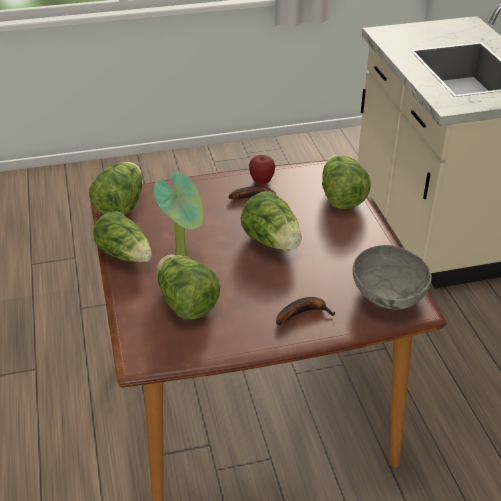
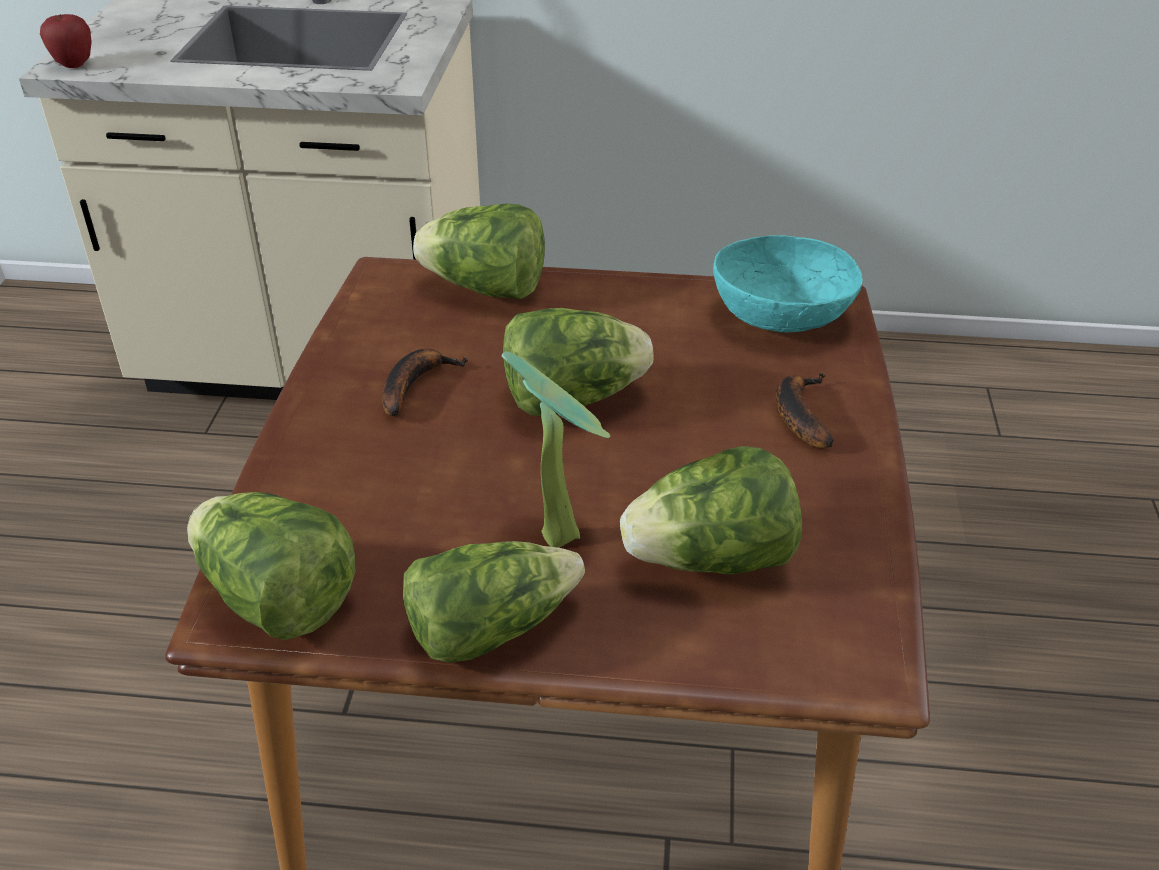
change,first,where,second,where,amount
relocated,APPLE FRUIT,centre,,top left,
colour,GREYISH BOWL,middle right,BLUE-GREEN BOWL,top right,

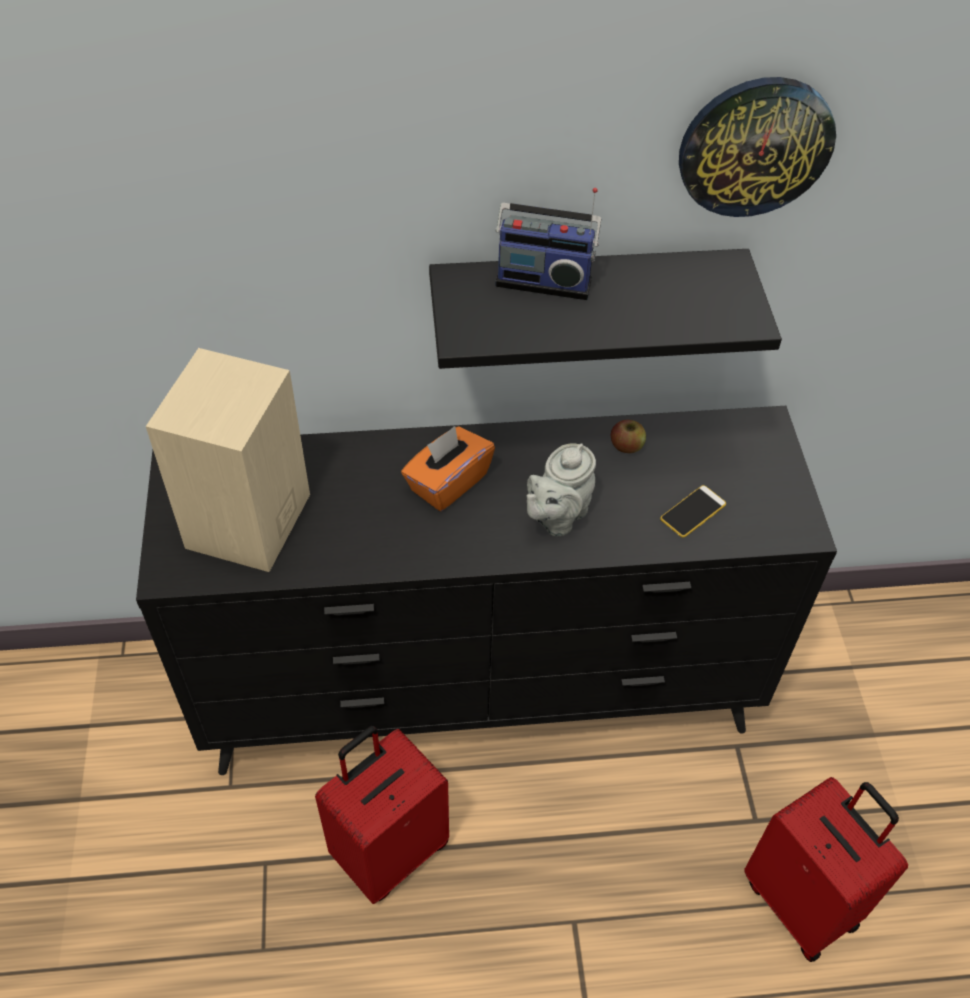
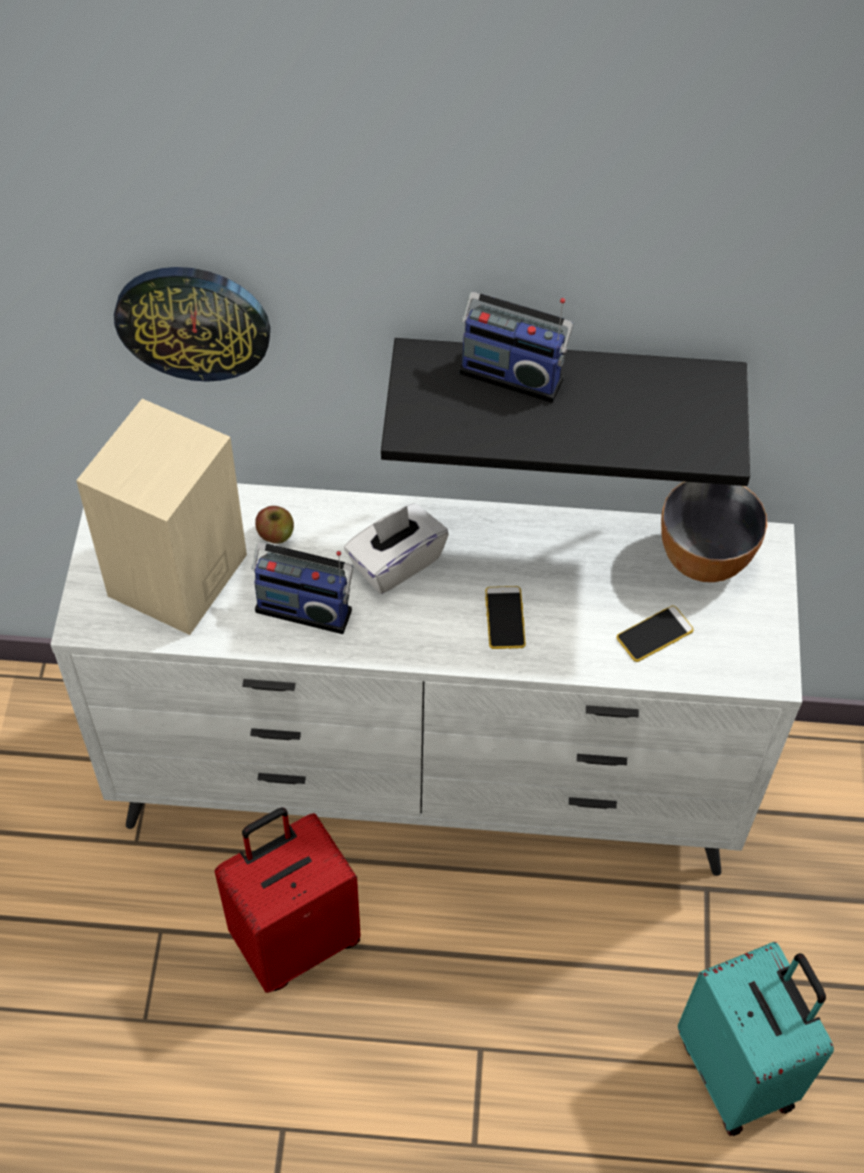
change,first,where,second,where,amount
colour,BLACK DRAWER CHEST,centre,WHITISH DRAWER CHEST,centre,
relocated,HANGING CLOCK,top right,,top left,
appeared,,,RADIO RECEIVER (no. 1 from left),centre,
relocated,APPLE FRUIT,centre,,middle left,
colour,ORANGEY TISSUE HOLDER,centre,WHITISH TISSUE HOLDER,centre,
exchanged,GREYISH TEAPOT,centre,PHONE (no. 1 from left),centre,
appeared,,,BOWL,middle right,
colour,REDDISH PIECE OF LUGGAGE (no. 2 from left),bottom right,BLUE-GREEN PIECE OF LUGGAGE,bottom right,

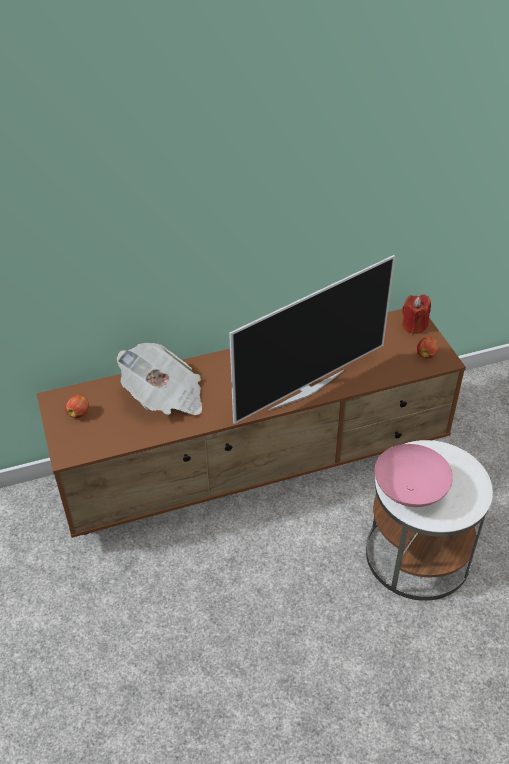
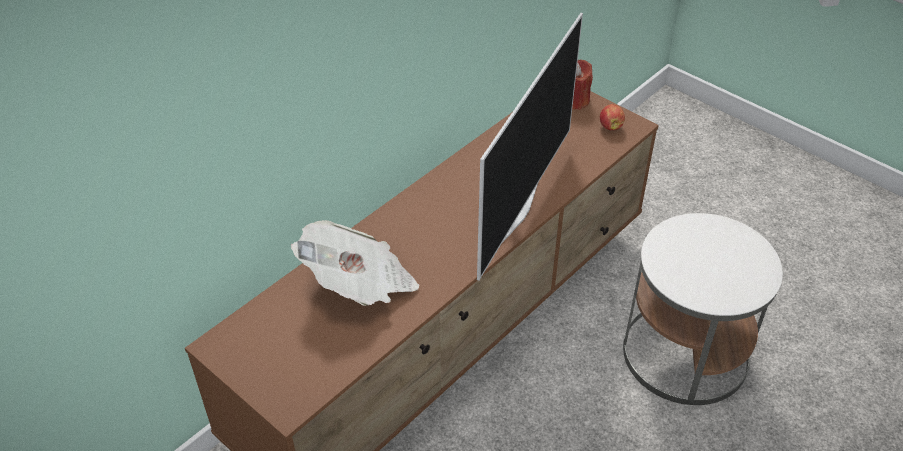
change,first,where,second,where,amount
missing,APPLE FRUIT (no. 1 from left),middle left,,,
missing,PINK BOWL,middle right,,,

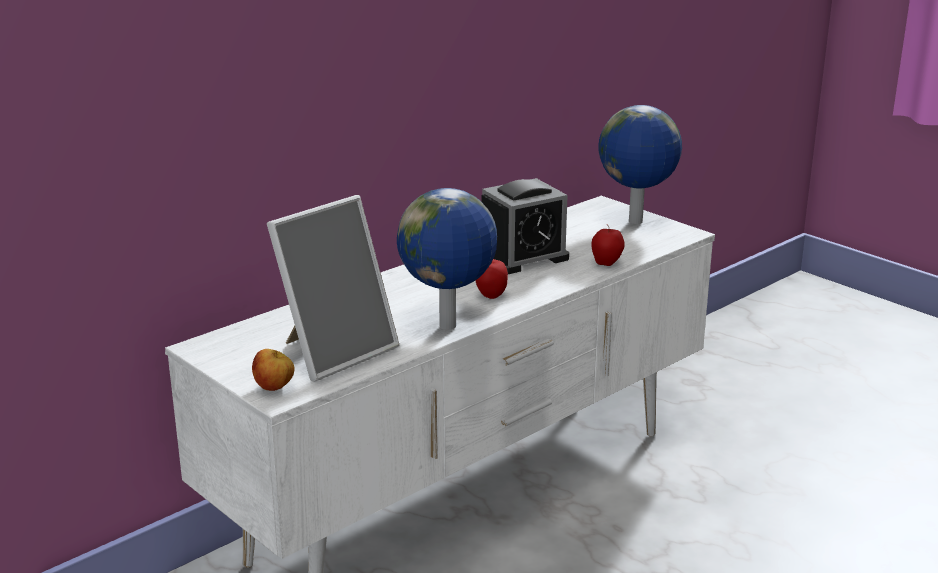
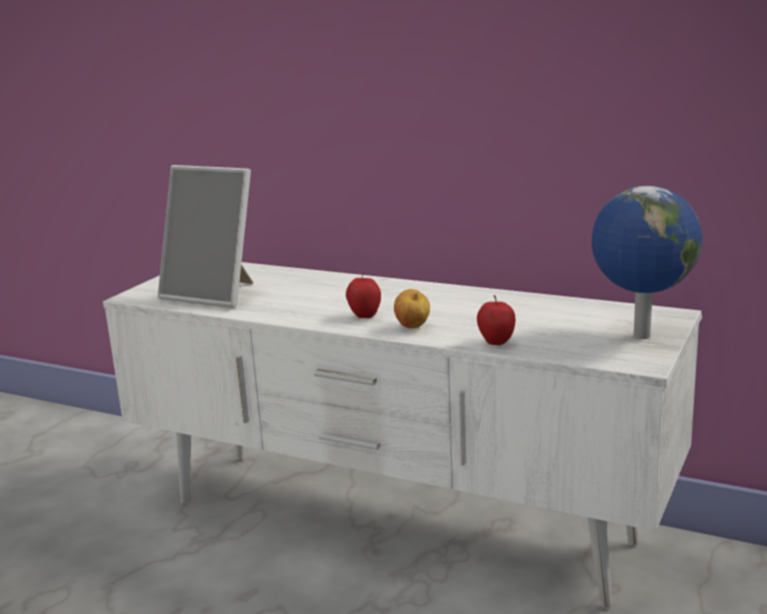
change,first,where,second,where,amount
relocated,APPLE FRUIT (no. 1 from left in the first image),middle left,APPLE FRUIT (no. 2 from left),centre,
missing,WORLD GLOBE (no. 1 from left),centre,,,
missing,ALARM CLOCK,centre,,,

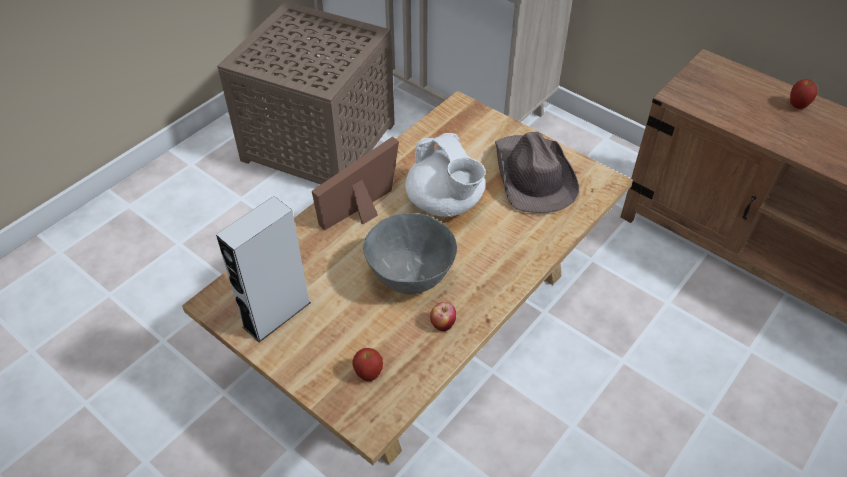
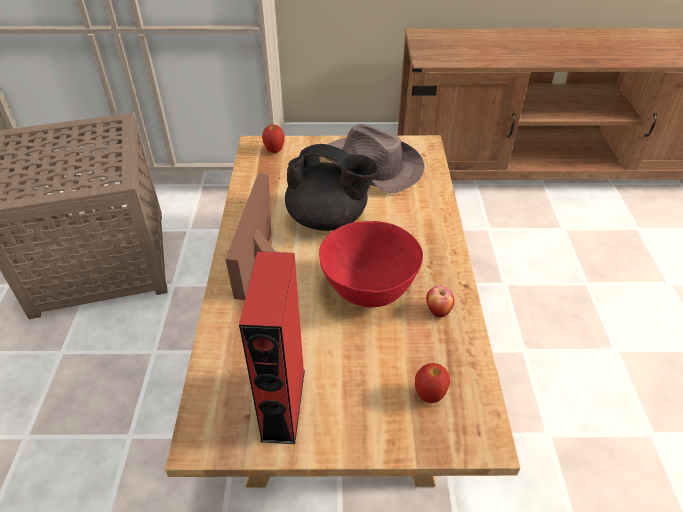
change,first,where,second,where,amount
colour,GREYISH LOUDSPEAKER,middle left,REDDISH LOUDSPEAKER,bottom centre,
relocated,APPLE FRUIT (no. 3 from left in the first image),top right,APPLE FRUIT (no. 1 from left),top centre,
colour,WHITISH TEAPOT,centre,BLACK TEAPOT,centre,
colour,GREYISH BOWL,centre,REDDISH BOWL,centre,

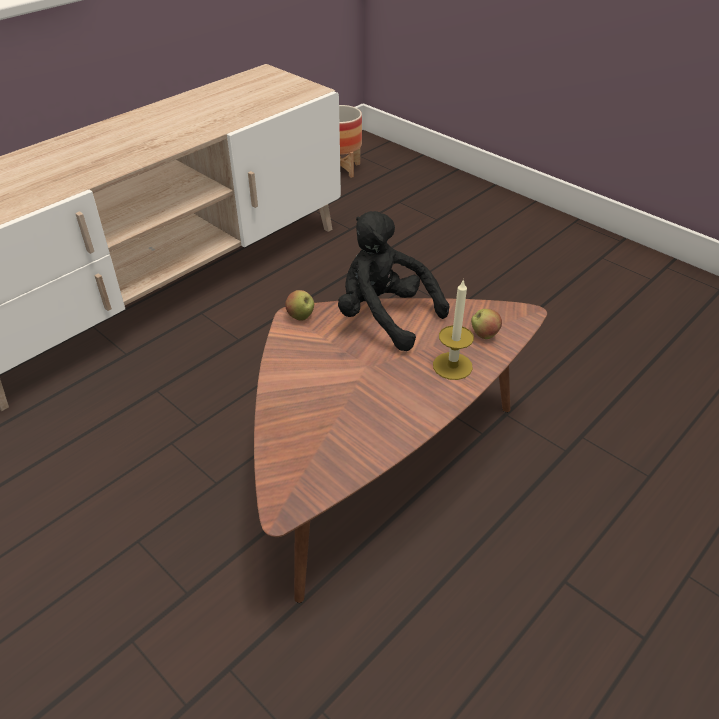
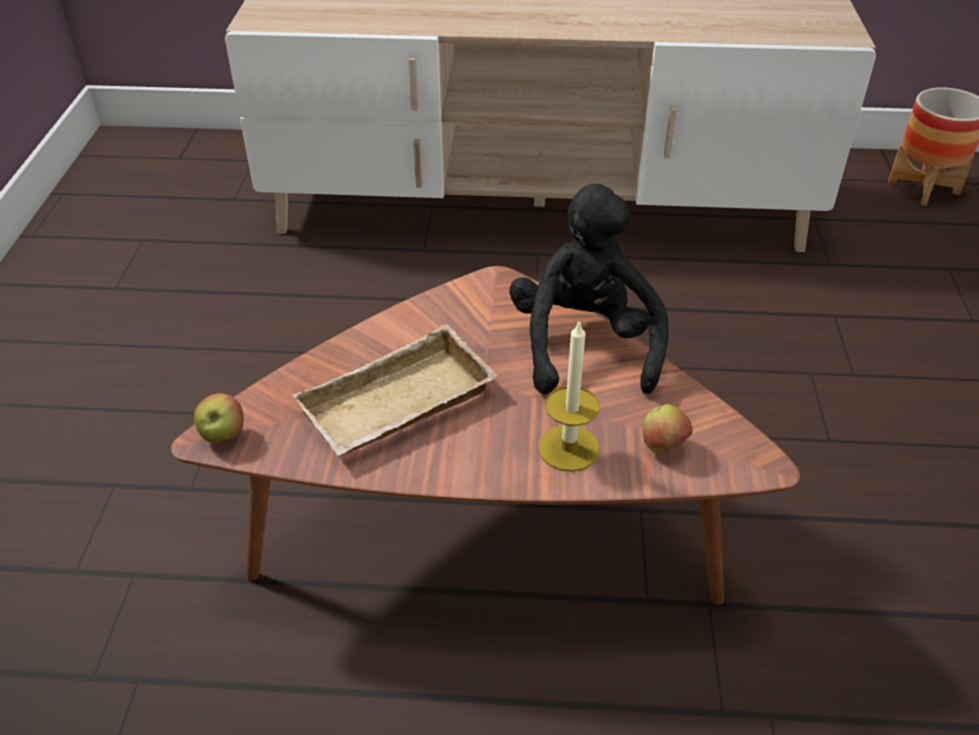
change,first,where,second,where,amount
relocated,APPLE FRUIT (no. 1 from left),centre,,middle left,
appeared,,,BEIGE TRAY,centre,

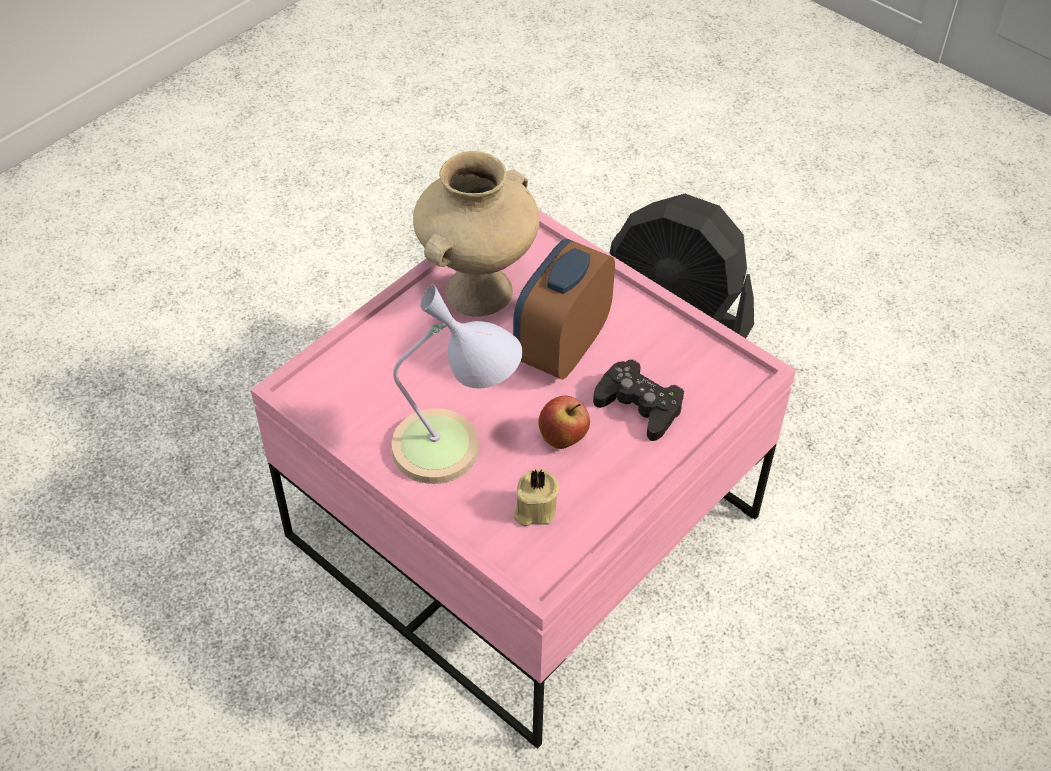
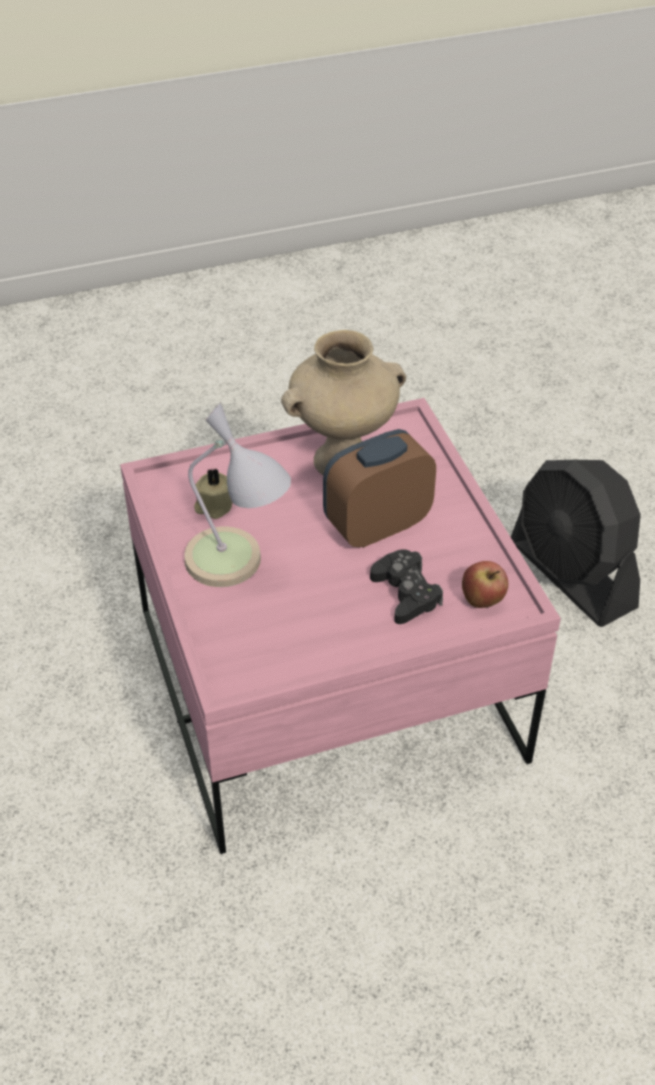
change,first,where,second,where,amount
relocated,BEIGE WAX LIGHT,centre,,middle left,
relocated,APPLE FRUIT,centre,,middle right,

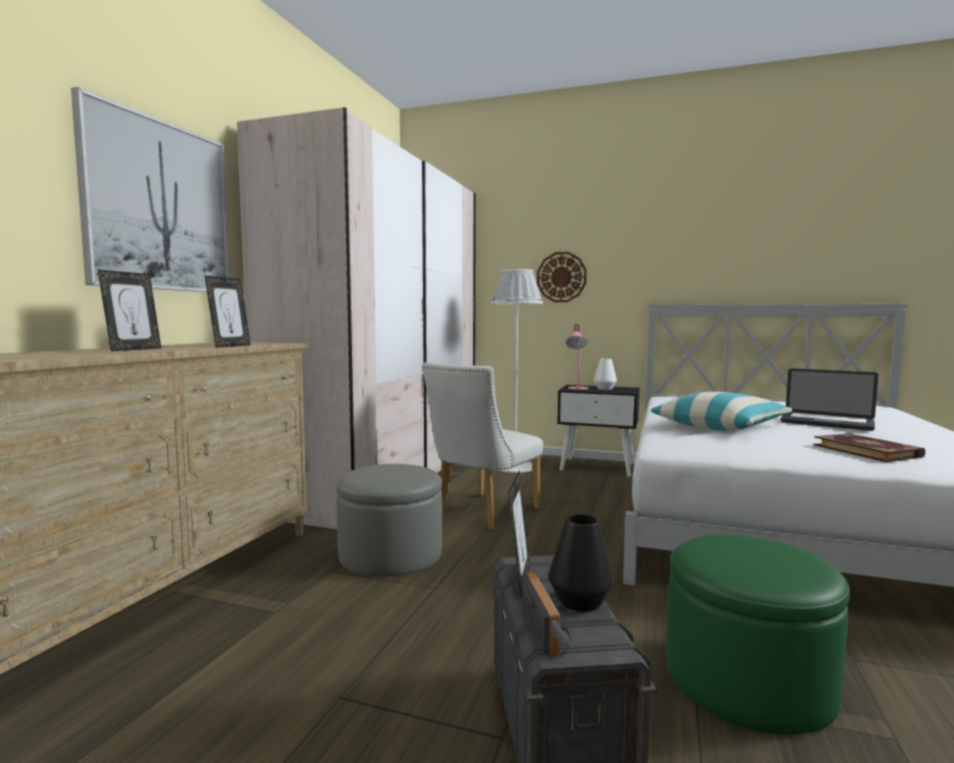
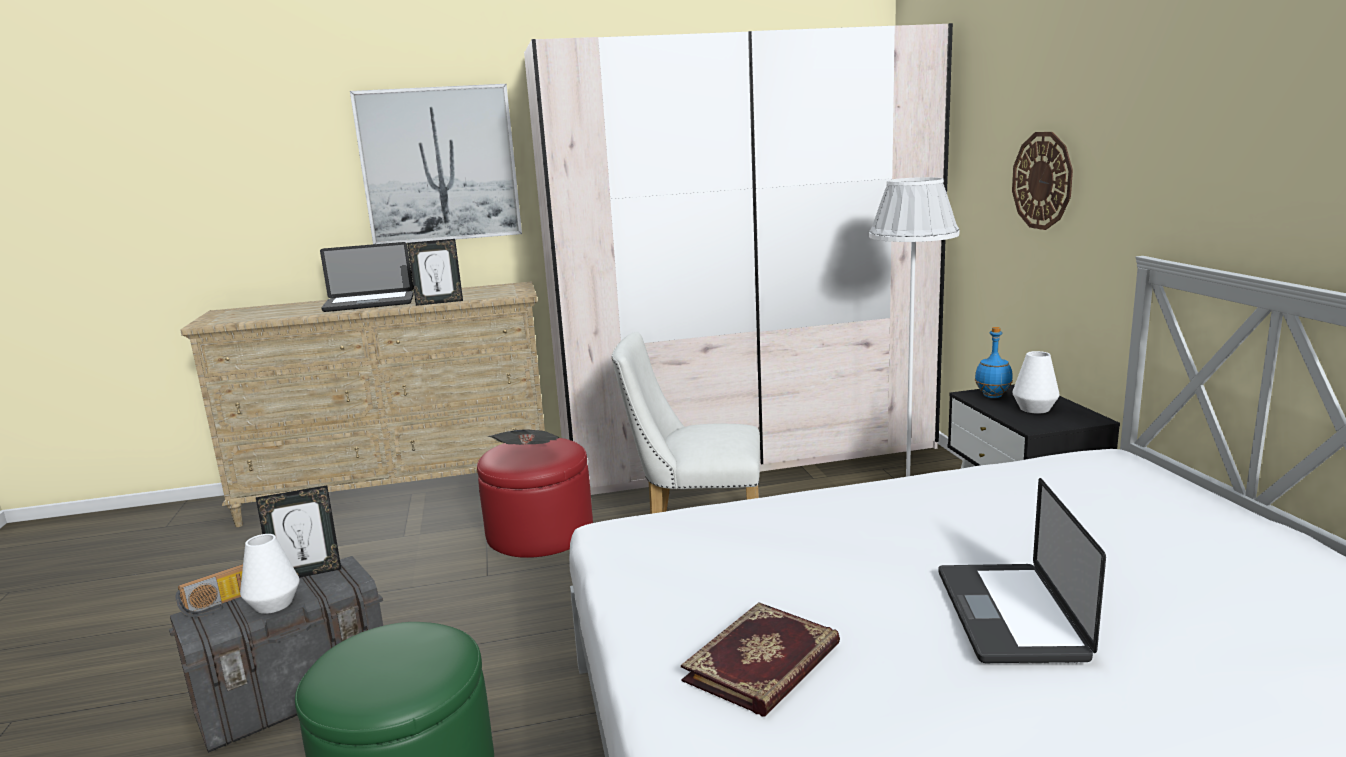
change,first,where,second,where,amount
colour,BLACK FLOWER VASE,bottom centre,WHITISH FLOWER VASE (no. 1 from left),bottom left,
exchanged,PICTURE FRAME (no. 1 from left),middle left,PORTABLE COMPUTER (no. 1 from left),middle left,
colour,GREYISH OTTOMAN,bottom centre,REDDISH OTTOMAN,centre,
appeared,,,PRINTED PAPER,centre,
exchanged,PINK TABLETOP LAMP,centre,BLUE BOTTLE,middle right,
missing,THROW PILLOW,middle right,,,

